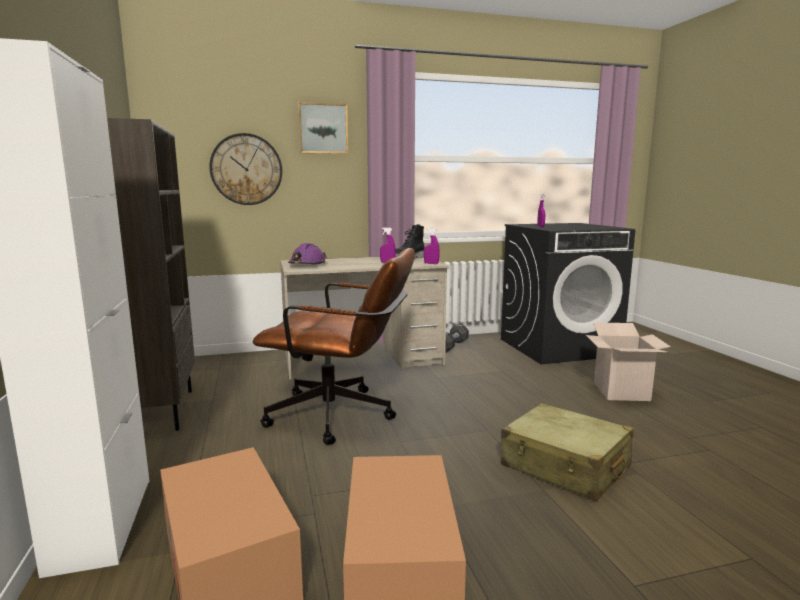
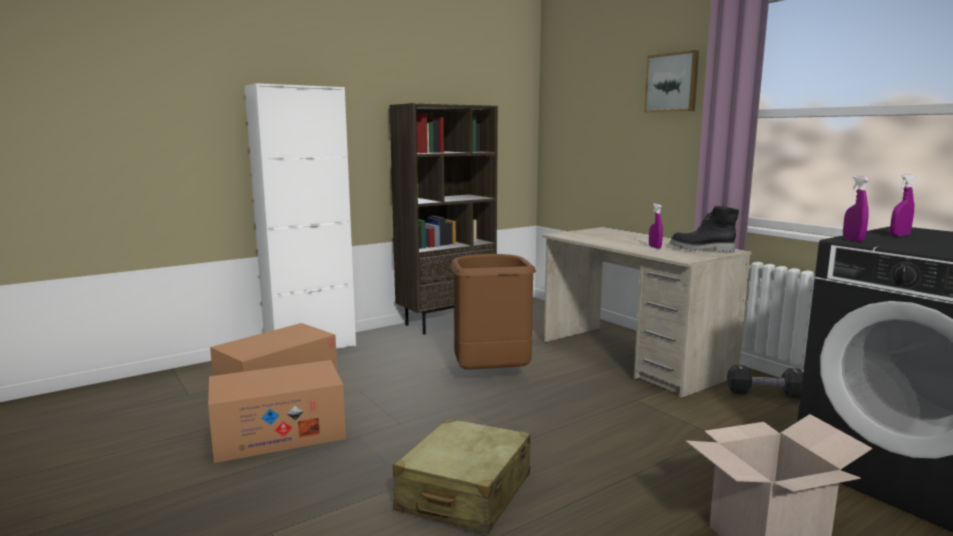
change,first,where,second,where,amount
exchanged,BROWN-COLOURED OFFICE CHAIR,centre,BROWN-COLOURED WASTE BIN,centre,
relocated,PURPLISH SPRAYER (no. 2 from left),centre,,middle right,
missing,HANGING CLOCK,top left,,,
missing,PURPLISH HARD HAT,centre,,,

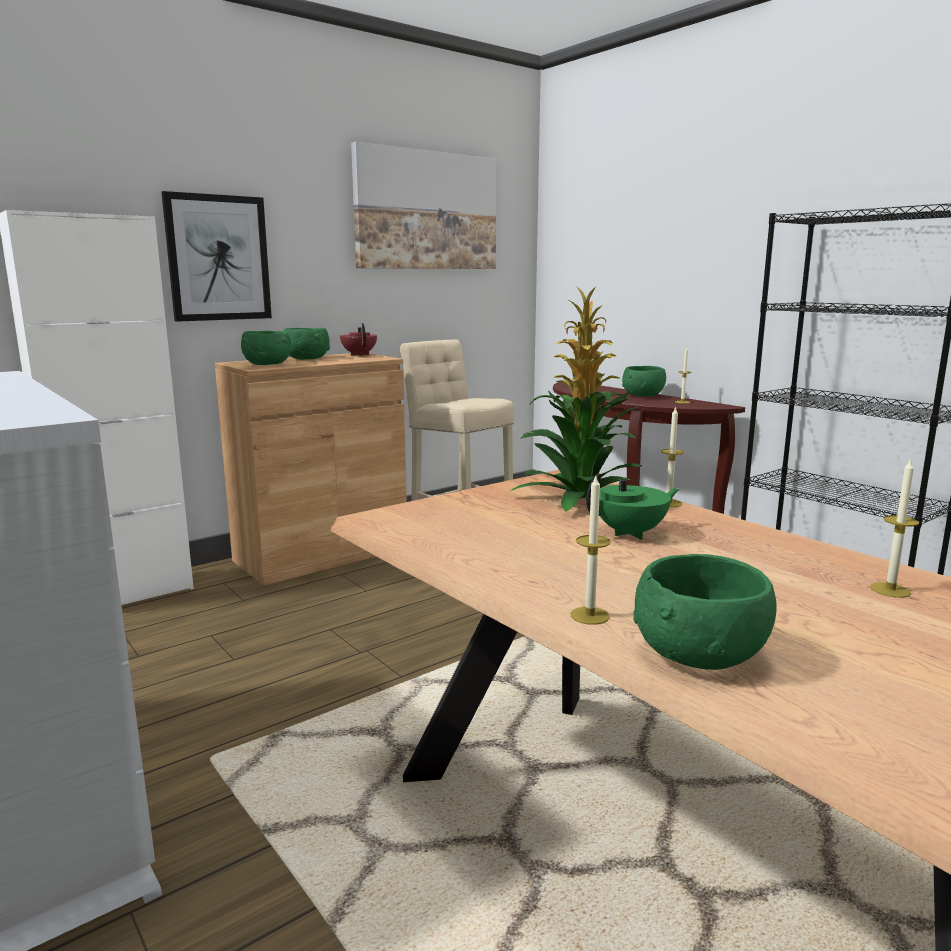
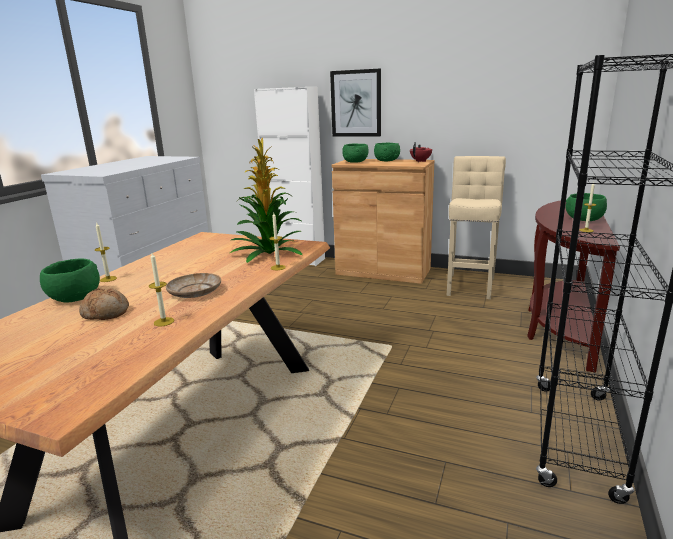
change,first,where,second,where,amount
appeared,,,BREAD,middle left,
appeared,,,BEIGE PLATE,middle left,
missing,WALL PICTURE (no. 2 from left),top centre,,,
missing,GREEN TEAPOT,centre,,,

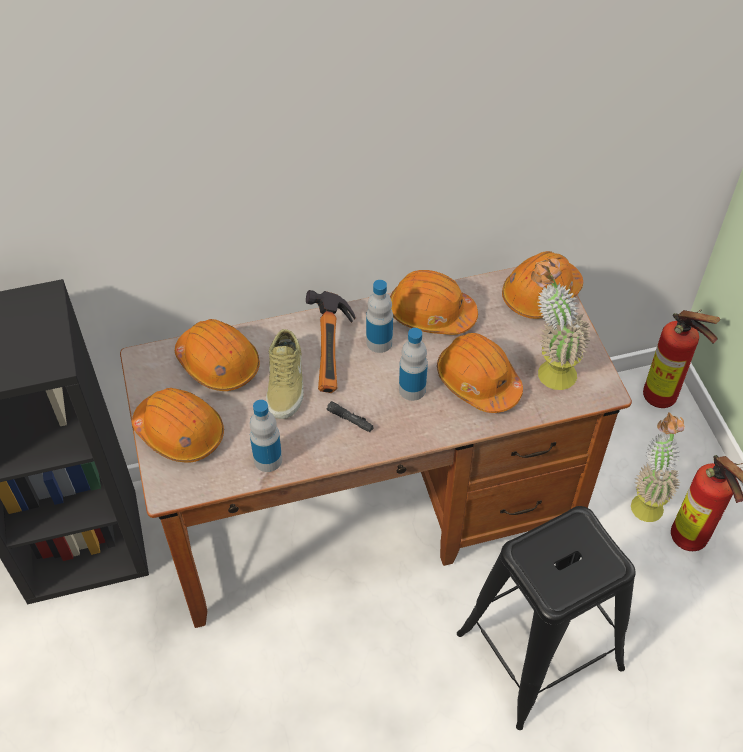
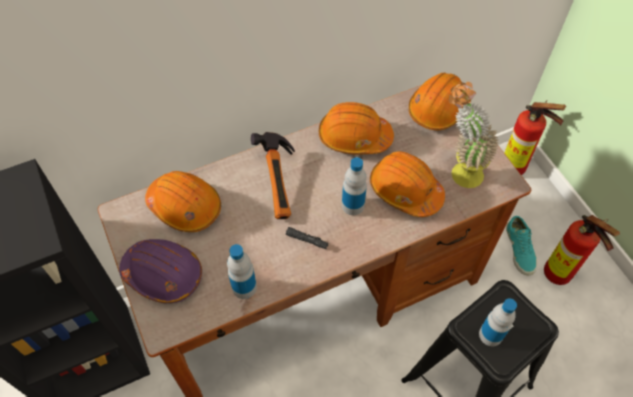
change,first,where,second,where,amount
colour,ORANGEY HARD HAT (no. 1 from left),middle left,PURPLISH HARD HAT,bottom left,
relocated,BOTTLE (no. 2 from left in the first image),centre,BOTTLE (no. 3 from left),bottom right,
exchanged,HOUSEPLANT (no. 2 from left),middle right,BLUE-GREEN SHOE,middle right,
missing,BEIGE SHOE,centre,,,

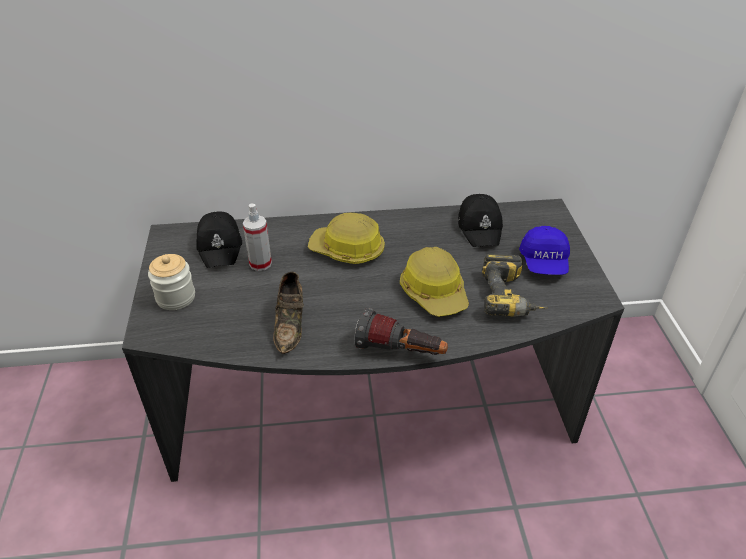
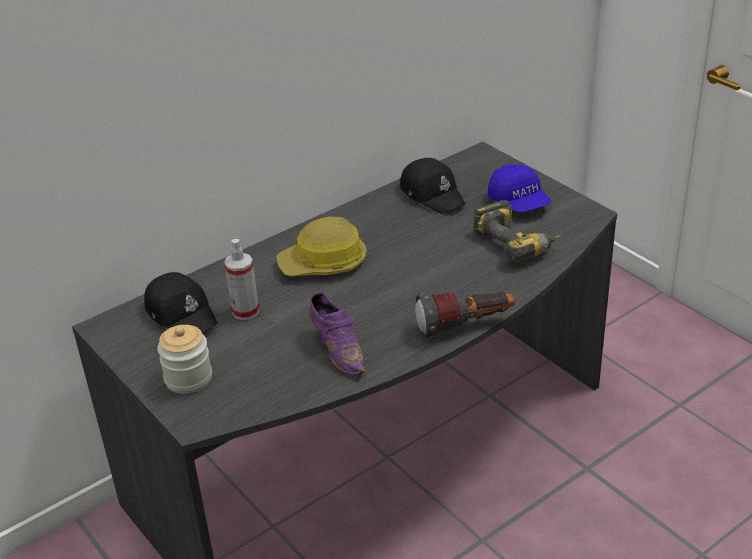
change,first,where,second,where,amount
colour,BROWN-COLOURED SHOE,centre,PURPLISH SHOE,centre,
missing,HARD HAT (no. 2 from left),centre,,,

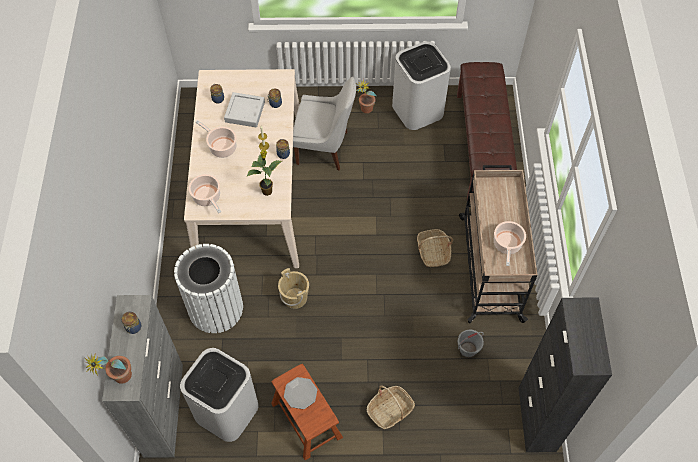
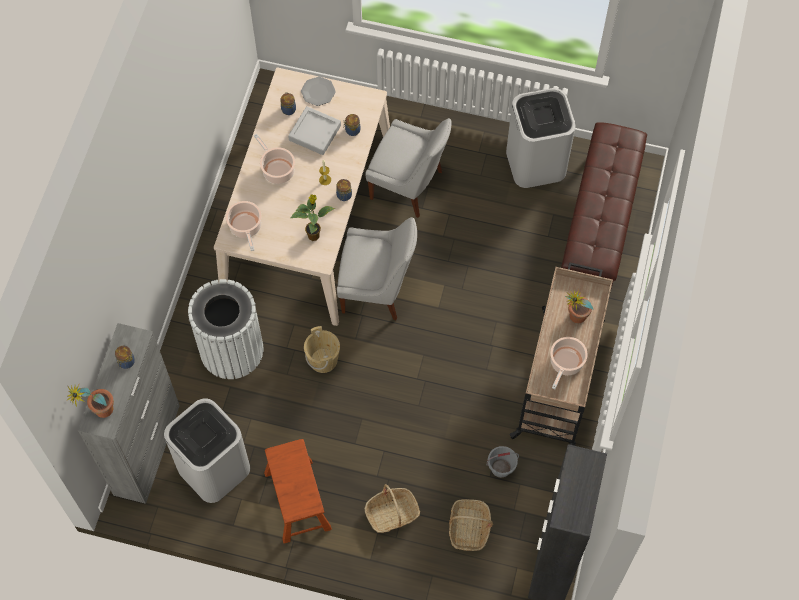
change,first,where,second,where,amount
relocated,PLATE,bottom centre,,top centre,
appeared,,,WHITISH UPRIGHT CHAIR (no. 1 from left),centre,
relocated,BASKET (no. 2 from left),centre,,bottom centre,
relocated,HOUSEPLANT (no. 3 from left),top centre,,middle right,

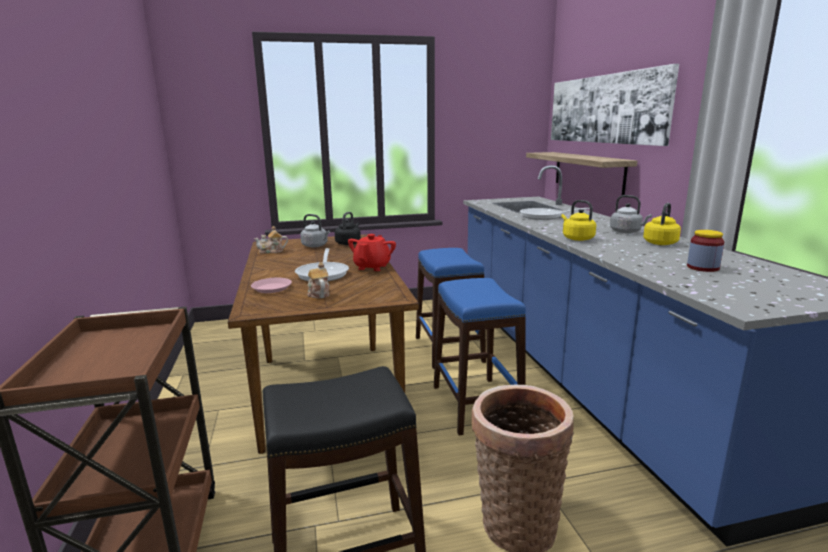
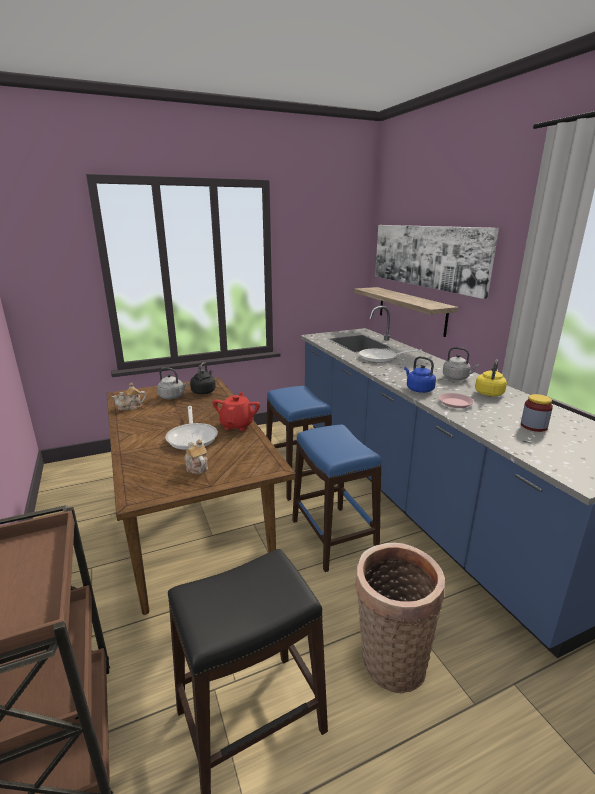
change,first,where,second,where,amount
colour,YELLOW WATER KETTLE (no. 1 from left),middle right,BLUE WATER KETTLE,middle right,
relocated,PINK PLATE,middle left,,middle right,

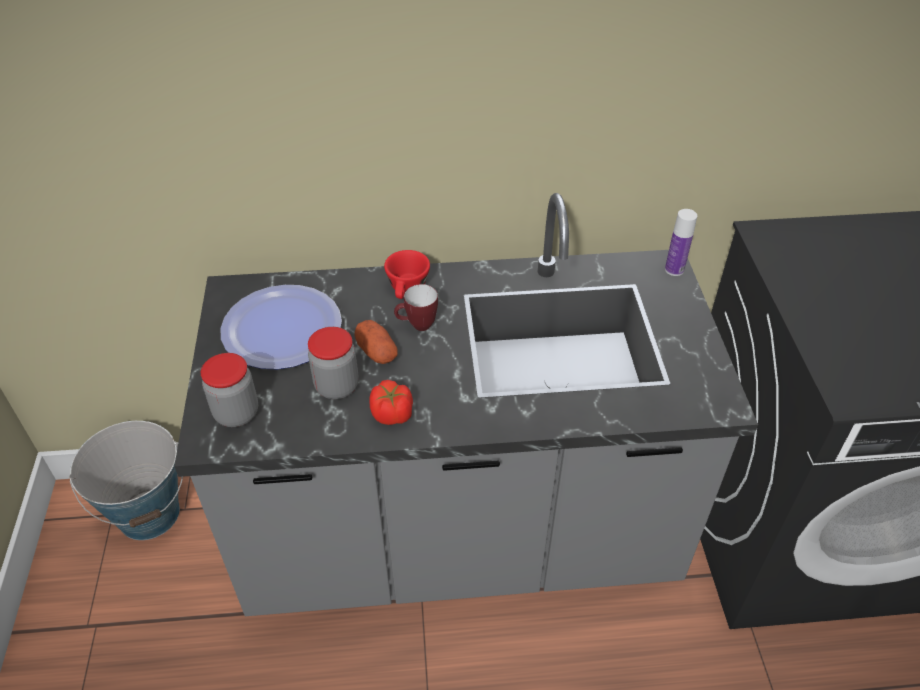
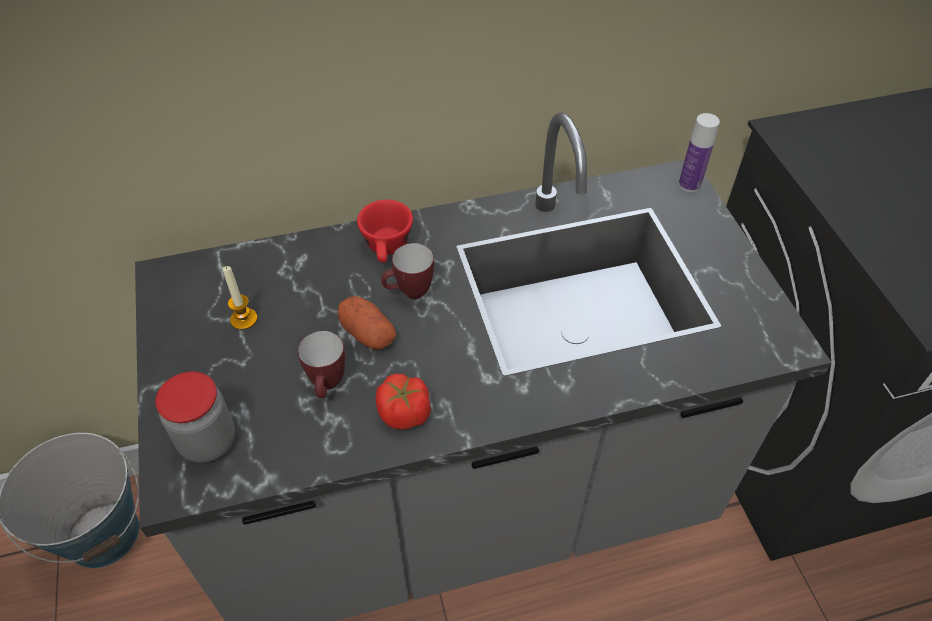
change,first,where,second,where,amount
exchanged,PLATE,middle left,WAX LIGHT,middle left,
exchanged,STORAGE JAR (no. 2 from left),centre,TEA MUG (no. 1 from left),centre,

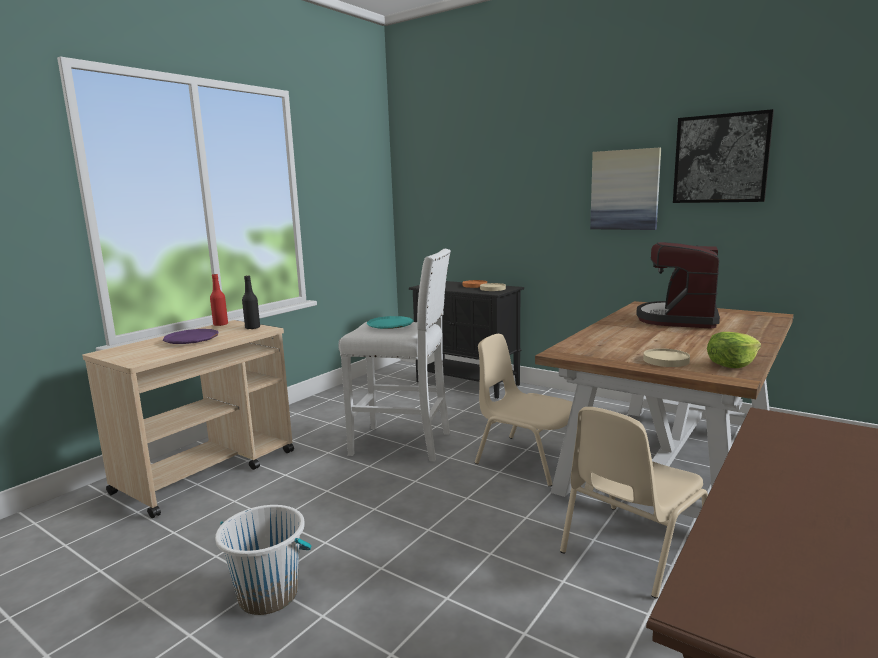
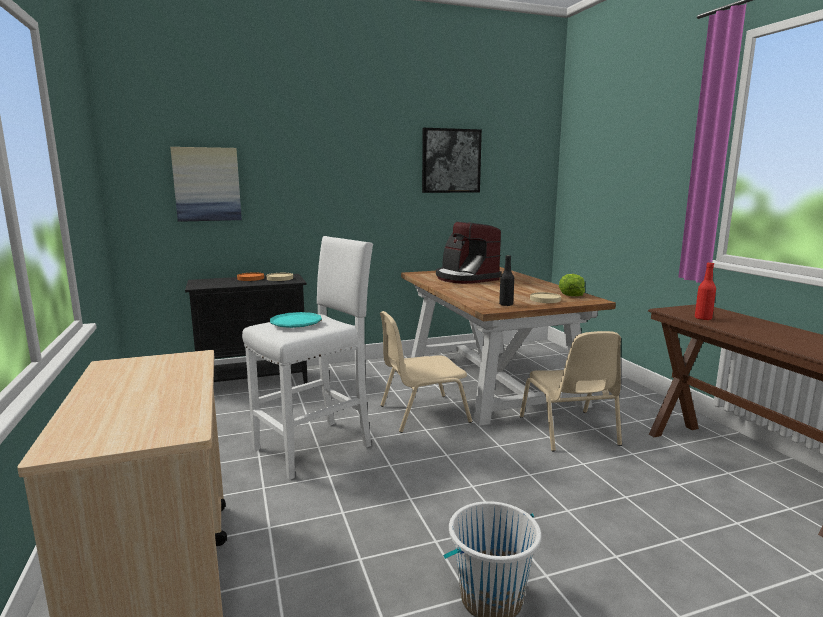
change,first,where,second,where,amount
relocated,WALL PICTURE (no. 1 from left),top right,,top left,
relocated,BLACK BOTTLE,middle left,,centre,
relocated,REDDISH BOTTLE,middle left,,middle right,
missing,PURPLISH PLATE,middle left,,,

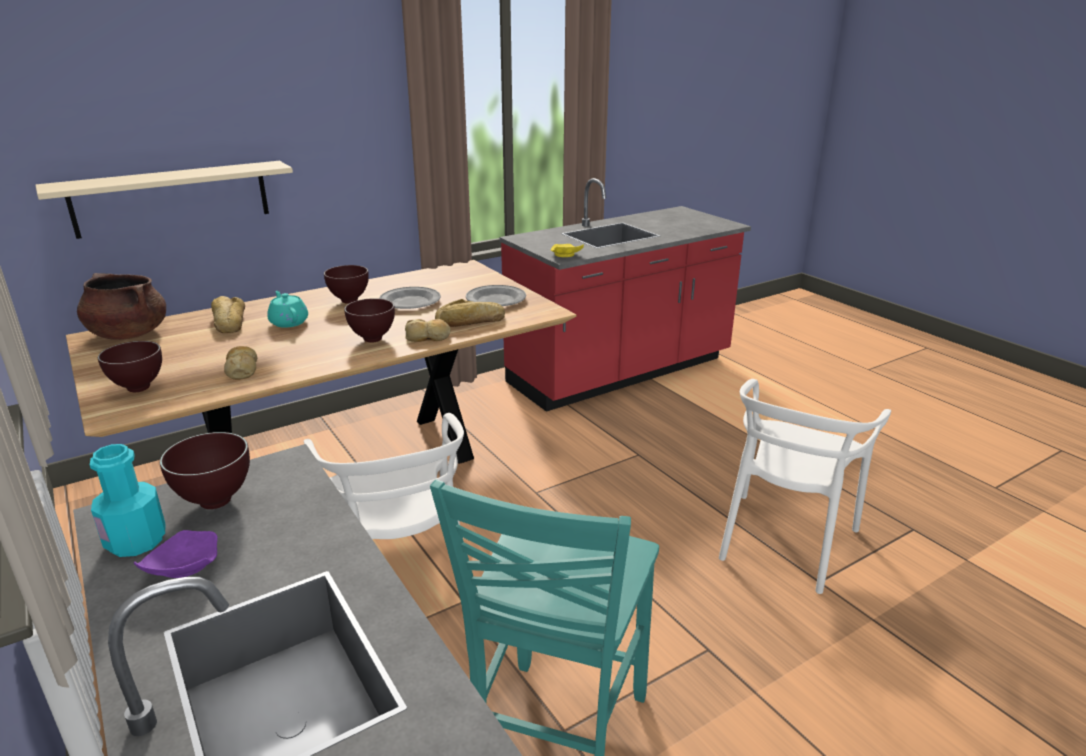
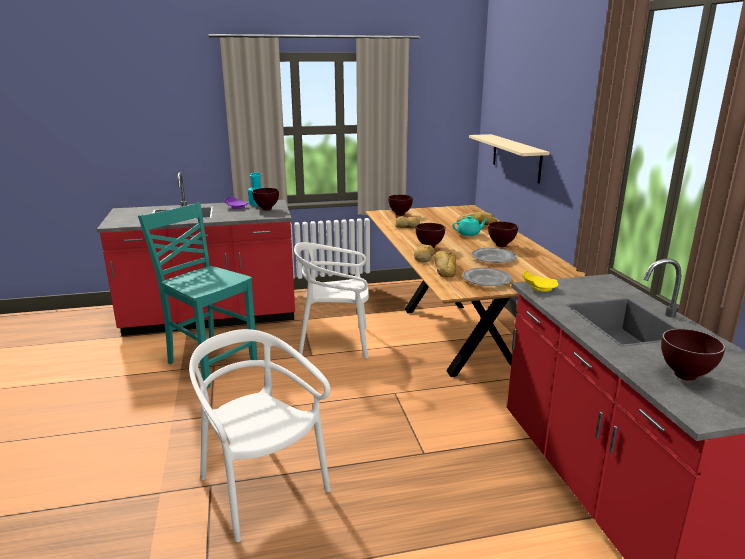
change,first,where,second,where,amount
appeared,,,BROWN-COLOURED BOWL (no. 5 from left),middle right,
missing,BROWN-COLOURED SAUCEPOT,middle left,,,

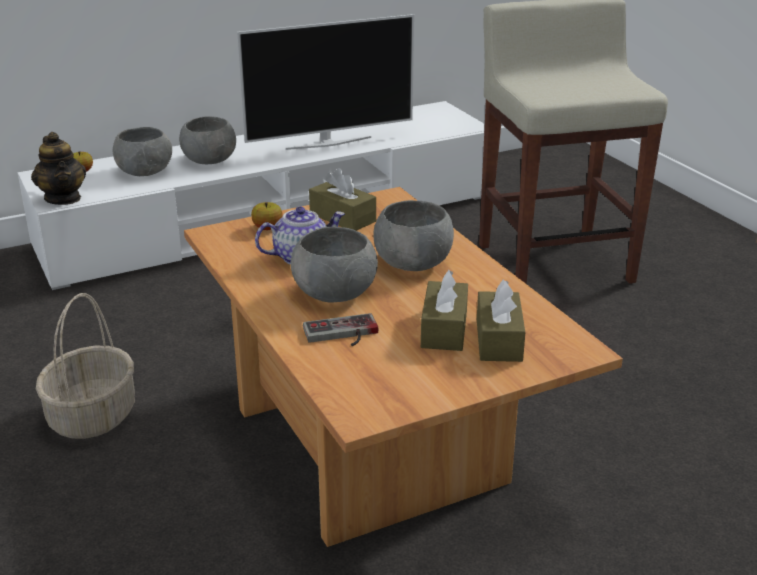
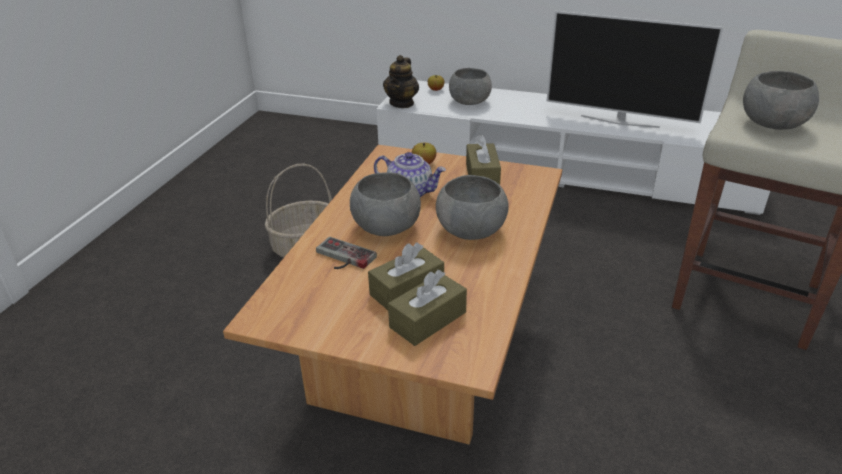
change,first,where,second,where,amount
relocated,GREYISH BOWL (no. 2 from left in the first image),top left,GREYISH BOWL (no. 4 from left),top right,

